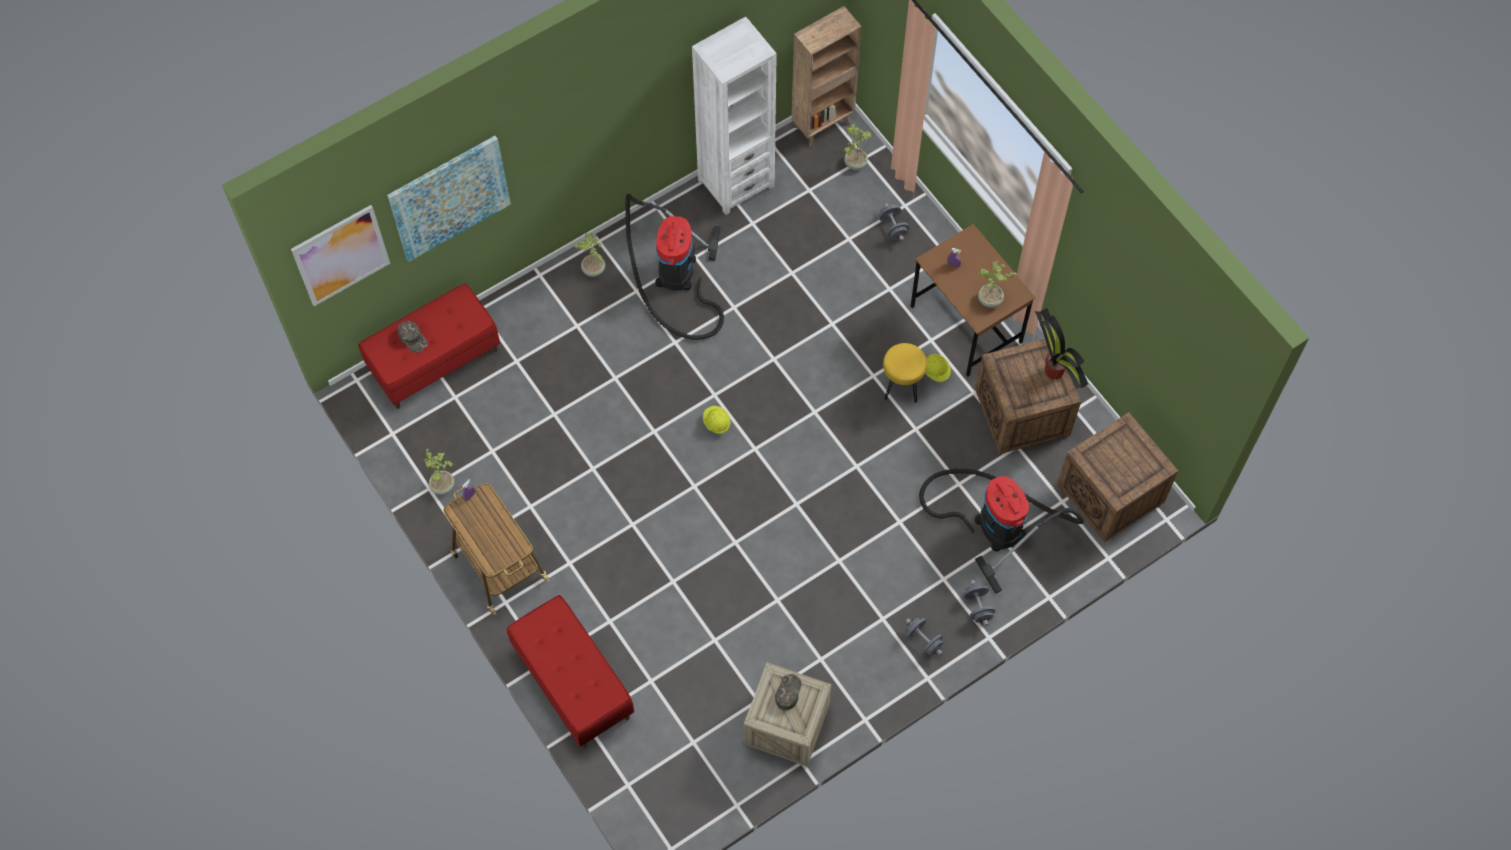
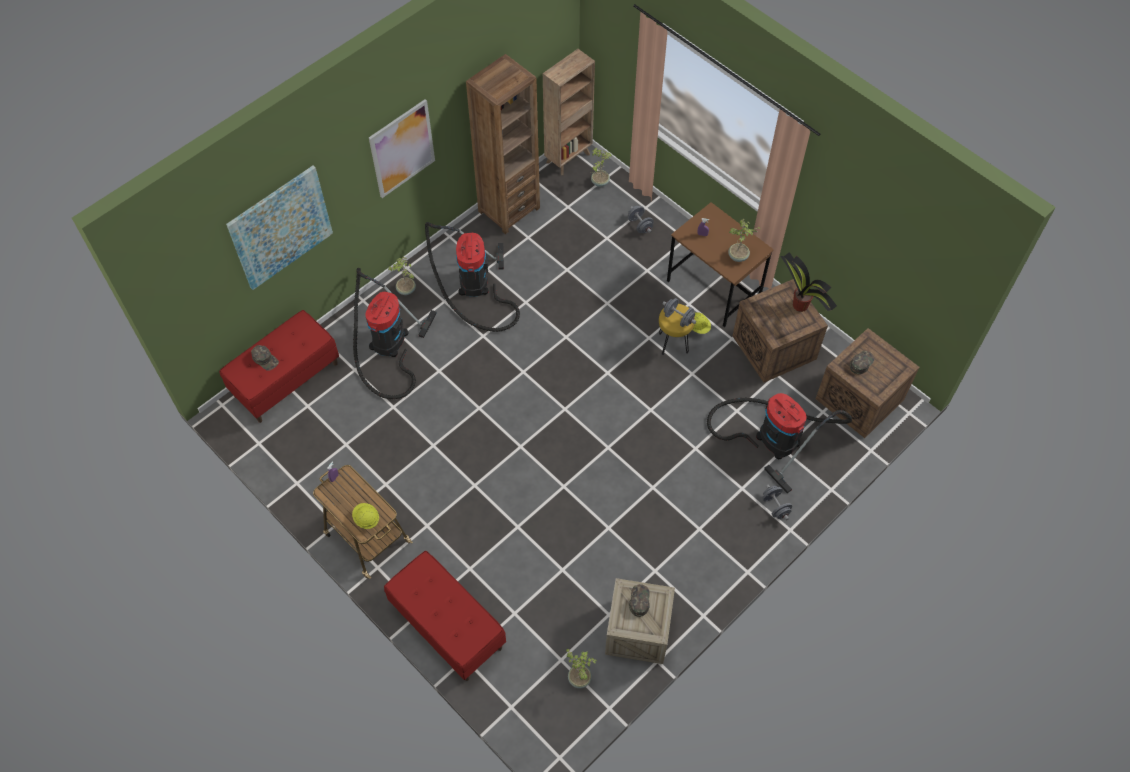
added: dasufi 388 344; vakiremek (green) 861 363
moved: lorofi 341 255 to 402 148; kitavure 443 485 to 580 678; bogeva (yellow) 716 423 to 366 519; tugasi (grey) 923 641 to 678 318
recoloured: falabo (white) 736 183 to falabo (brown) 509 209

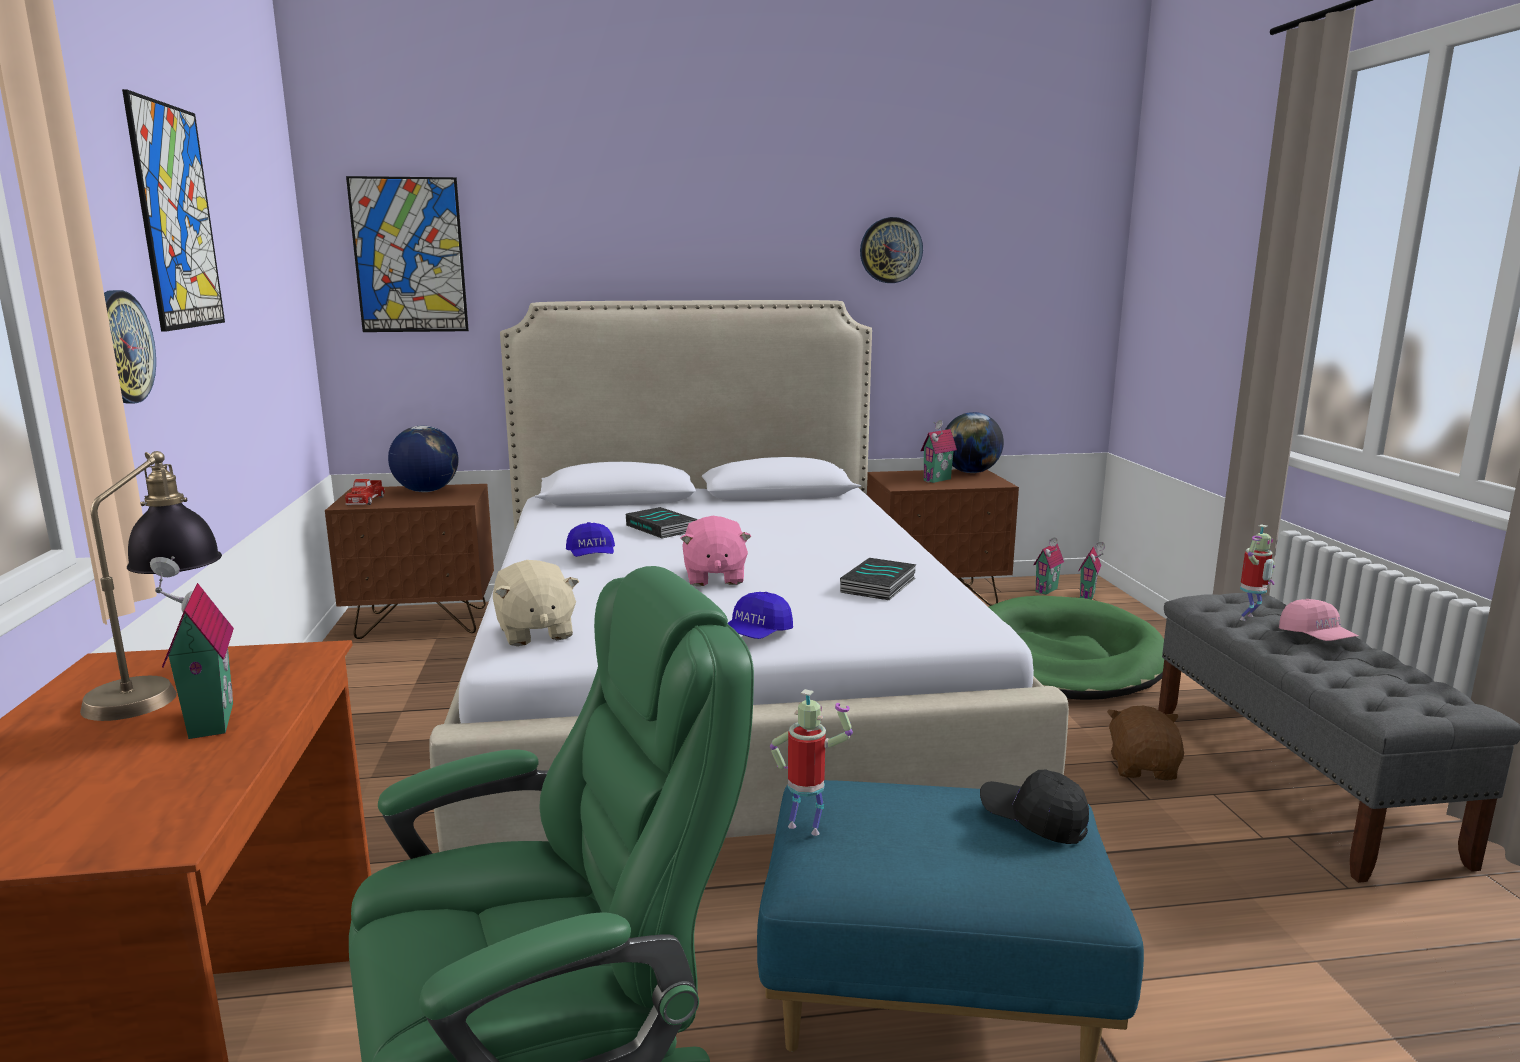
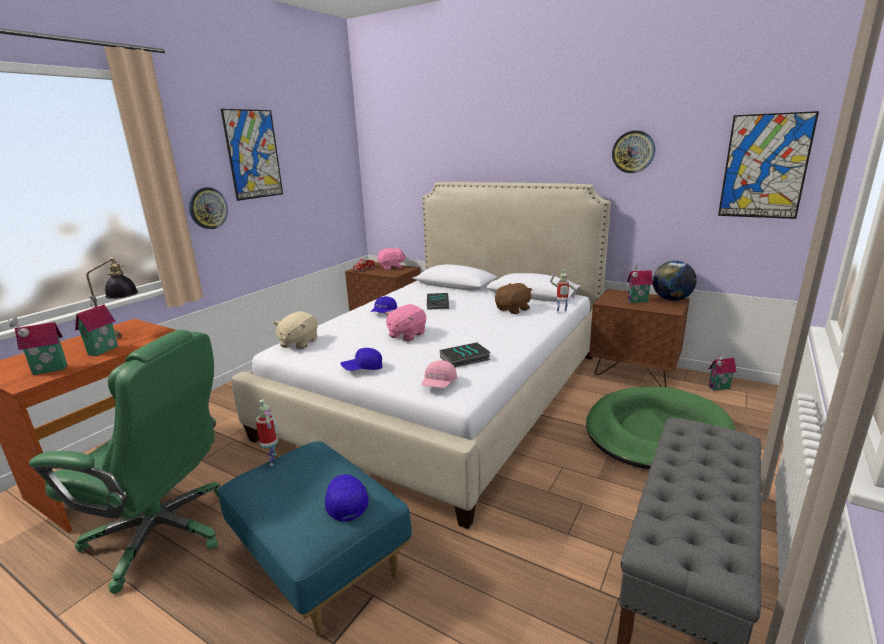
moved: lorofi 409 255 to 765 166; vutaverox 1089 596 to 49 370; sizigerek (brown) 1143 768 to 513 309; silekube 1249 619 to 561 312; vakiremek (pink) 1316 638 to 439 384
replaced: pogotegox 426 491 to sizigerek (pink) 391 267
recoloured: vakiremek (black) 1033 821 to vakiremek (blue) 346 502

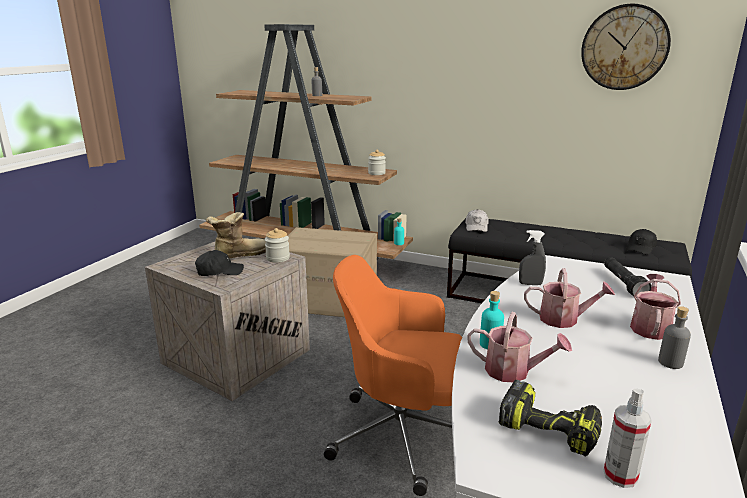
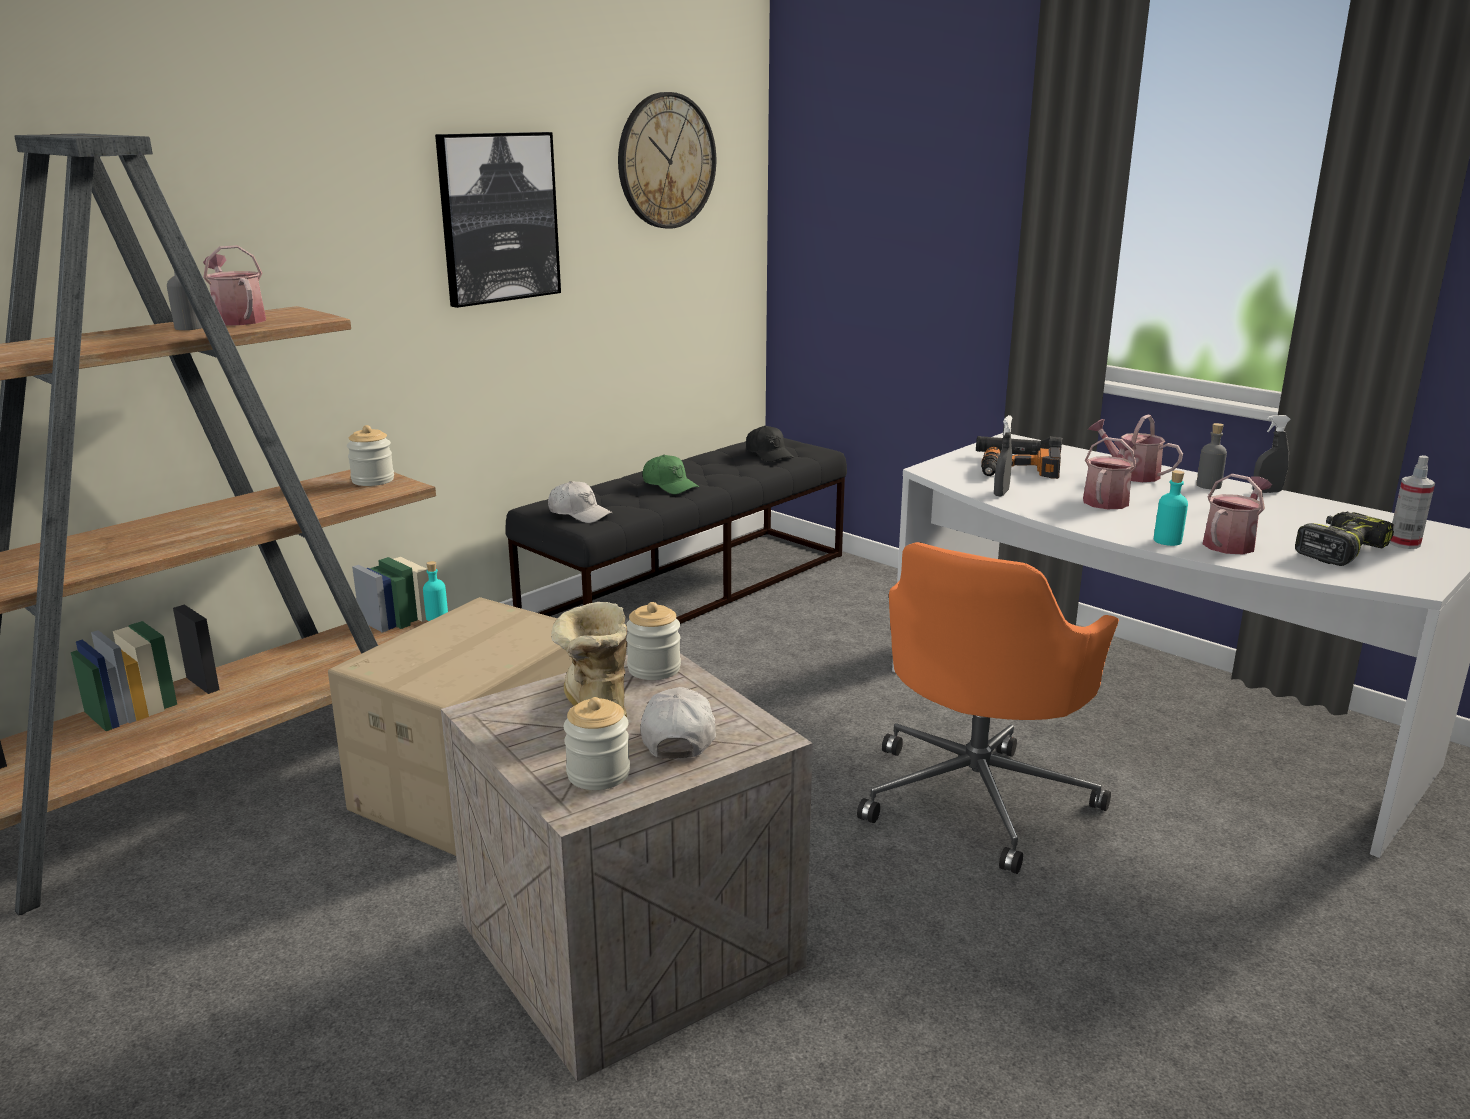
added: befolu 237 319; lorofi 498 218; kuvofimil 598 774; vakiremek (green) 670 485; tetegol 1019 473; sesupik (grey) 1266 491
recoloured: vakiremek (black) 219 271 to vakiremek (white) 679 736

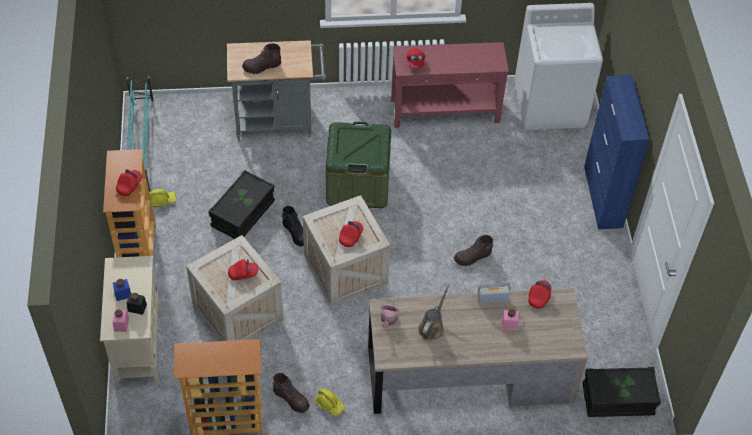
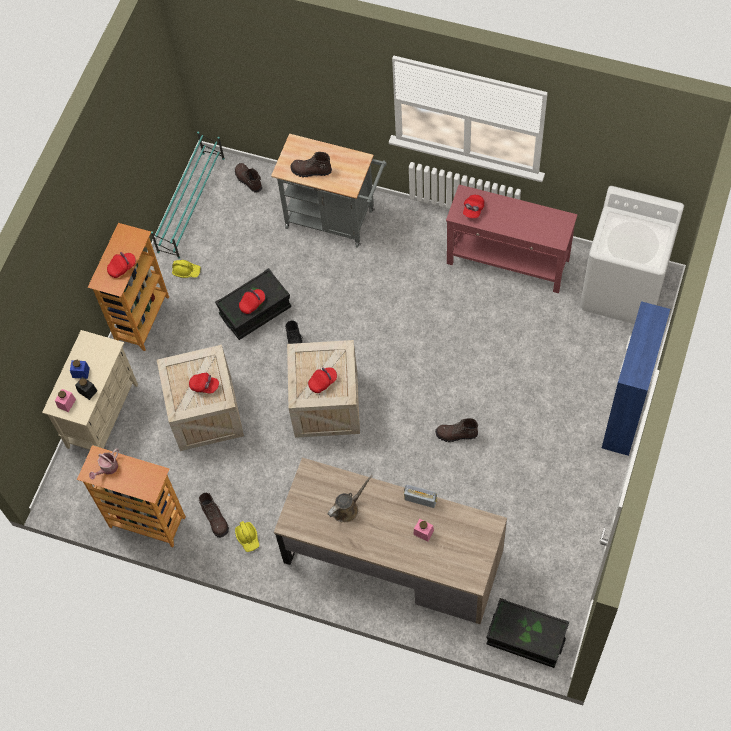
removed: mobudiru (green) 358 183
added: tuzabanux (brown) 248 180
moved: befolu 388 320 to 107 468; vakiremek (red) 539 297 to 252 303

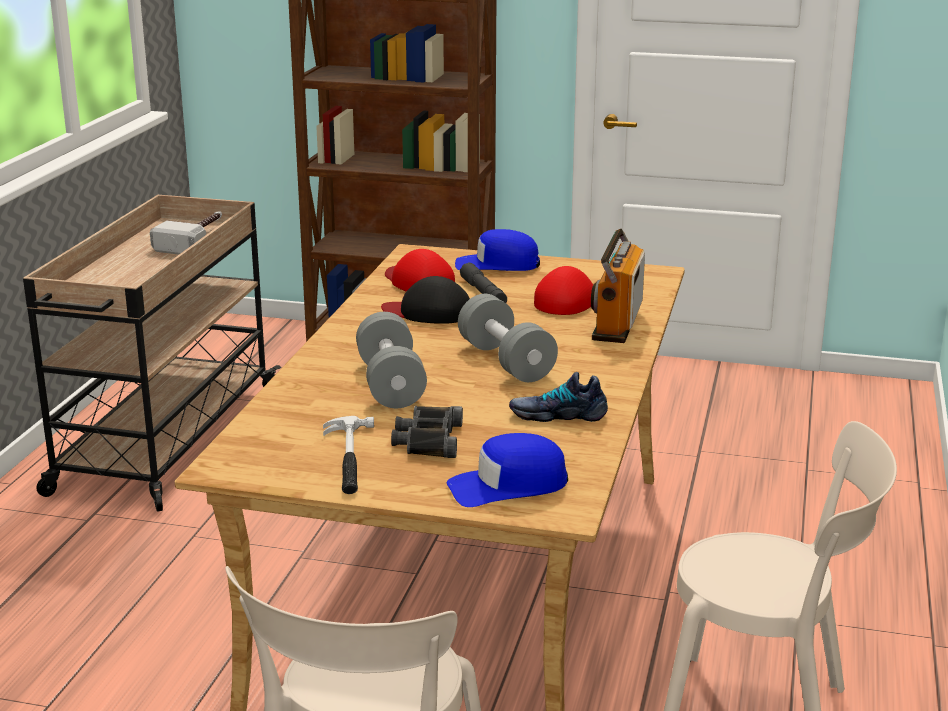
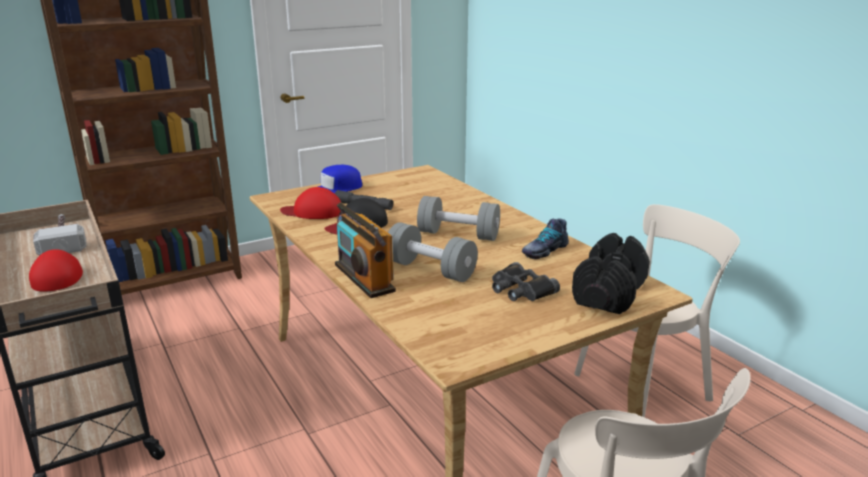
removed: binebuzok 348 459
moved: vakiremek (red) 568 300 to 58 276; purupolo 615 323 to 364 278
replaced: vakiremek (blue) 508 485 to tugasi (black) 609 293

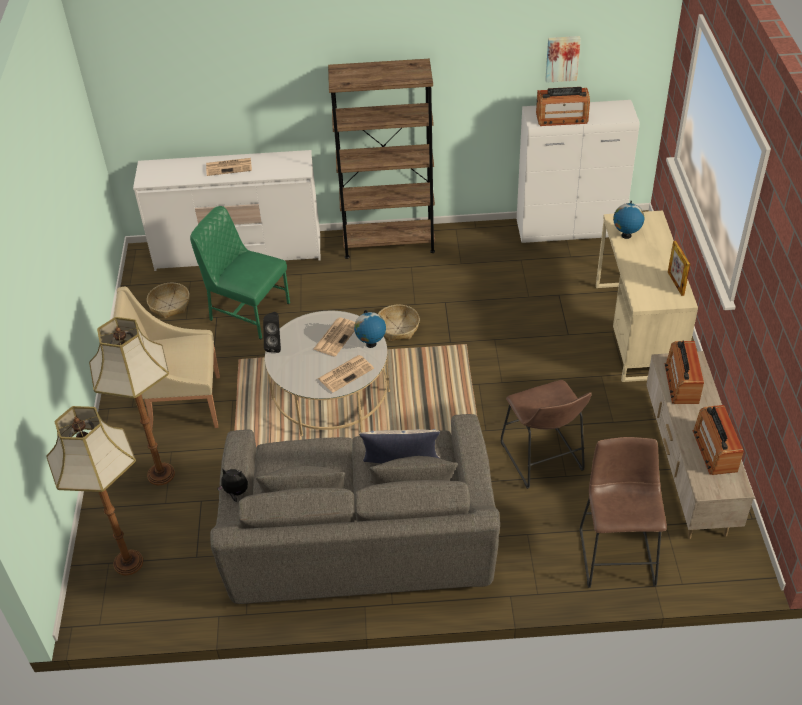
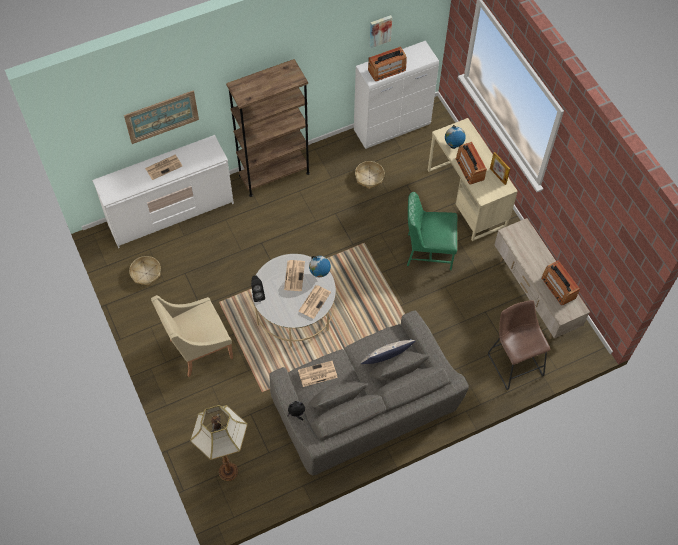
removed: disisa 160 474; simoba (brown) 543 460
added: lorofi 162 116; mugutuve 317 374
moved: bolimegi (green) 248 311 to 428 251; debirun 397 328 to 369 177; purupolo 681 383 to 469 169

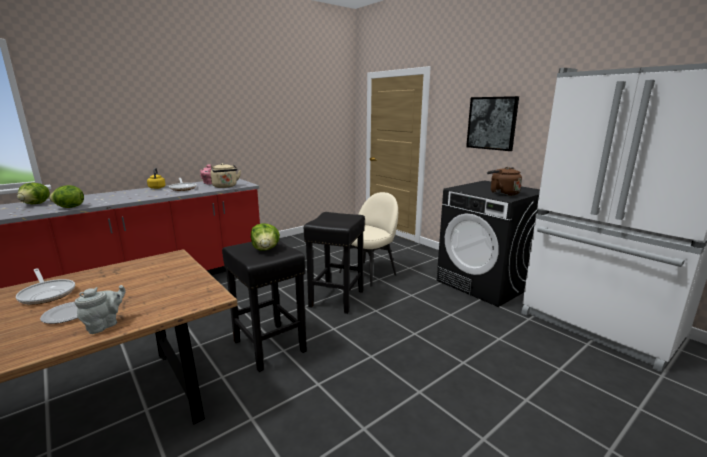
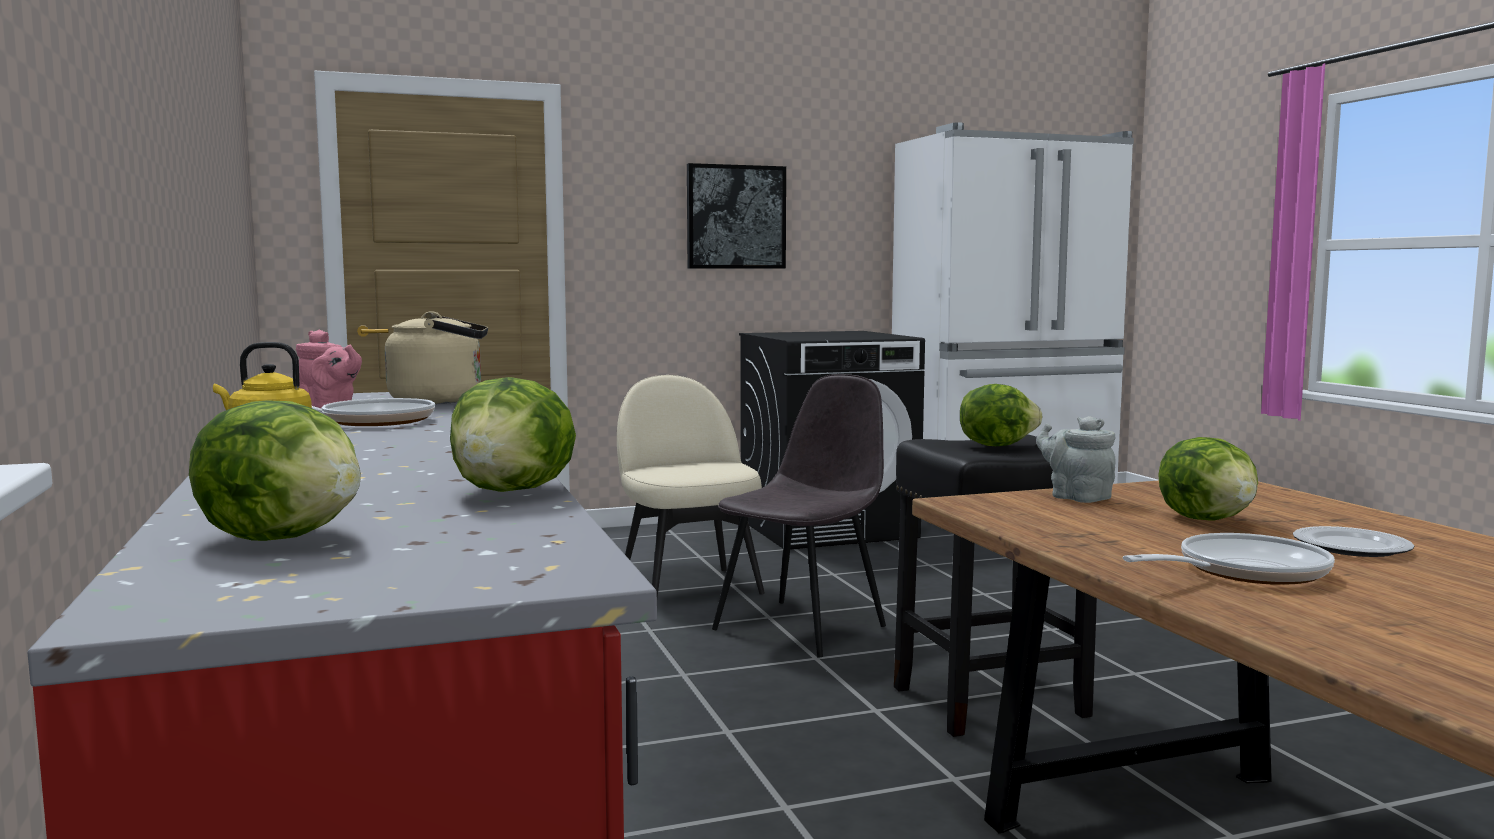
removed: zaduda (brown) 502 194
added: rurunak 1208 519
moved: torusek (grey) 104 325 to 1076 497
replaced: simoba (black) 336 299 to bolimegi (grey) 802 627

